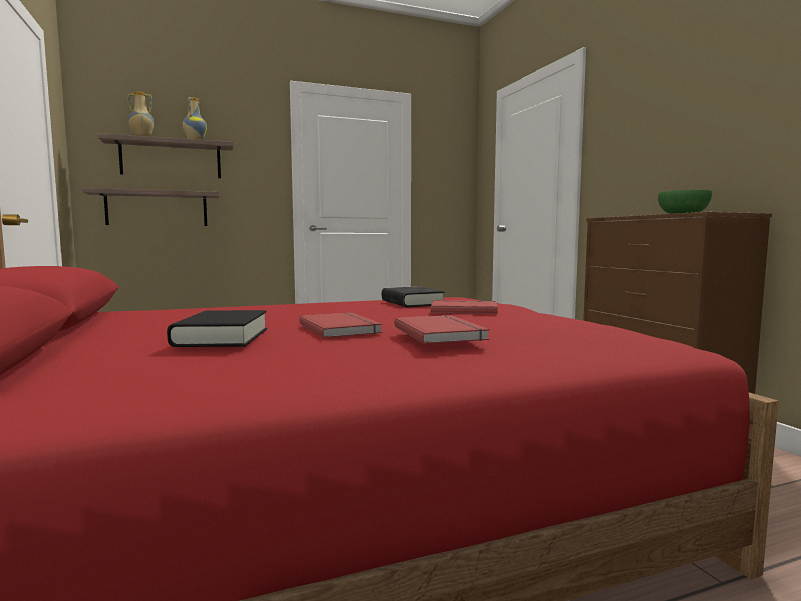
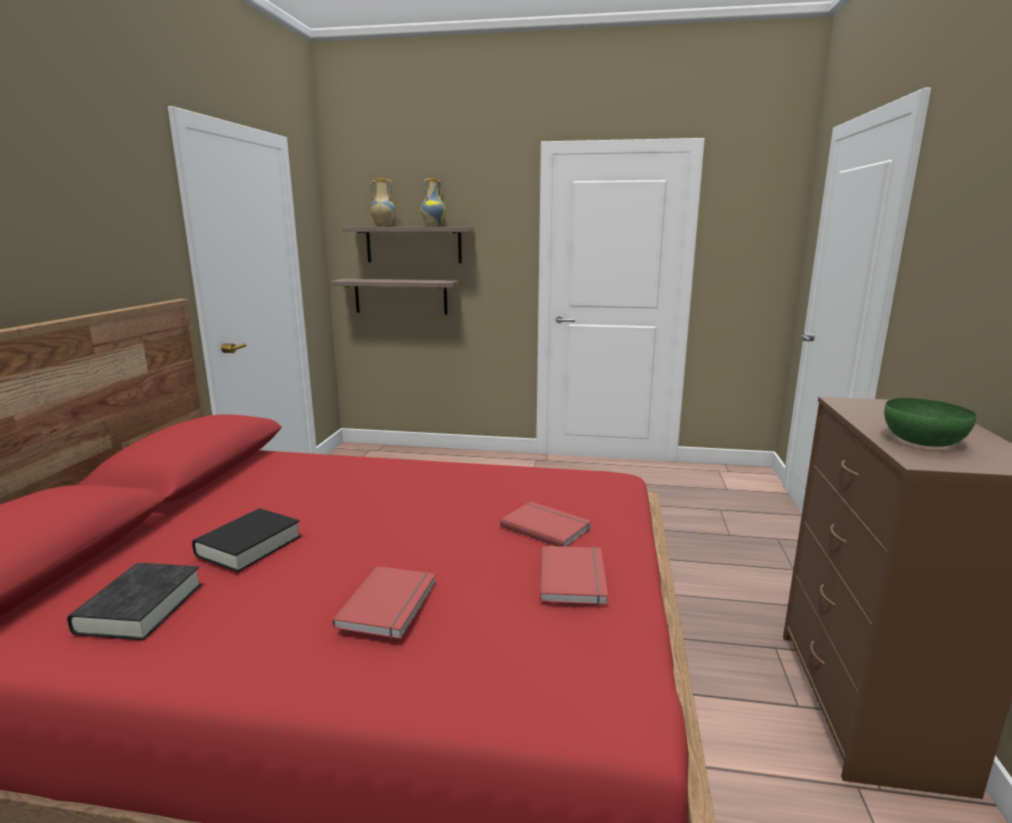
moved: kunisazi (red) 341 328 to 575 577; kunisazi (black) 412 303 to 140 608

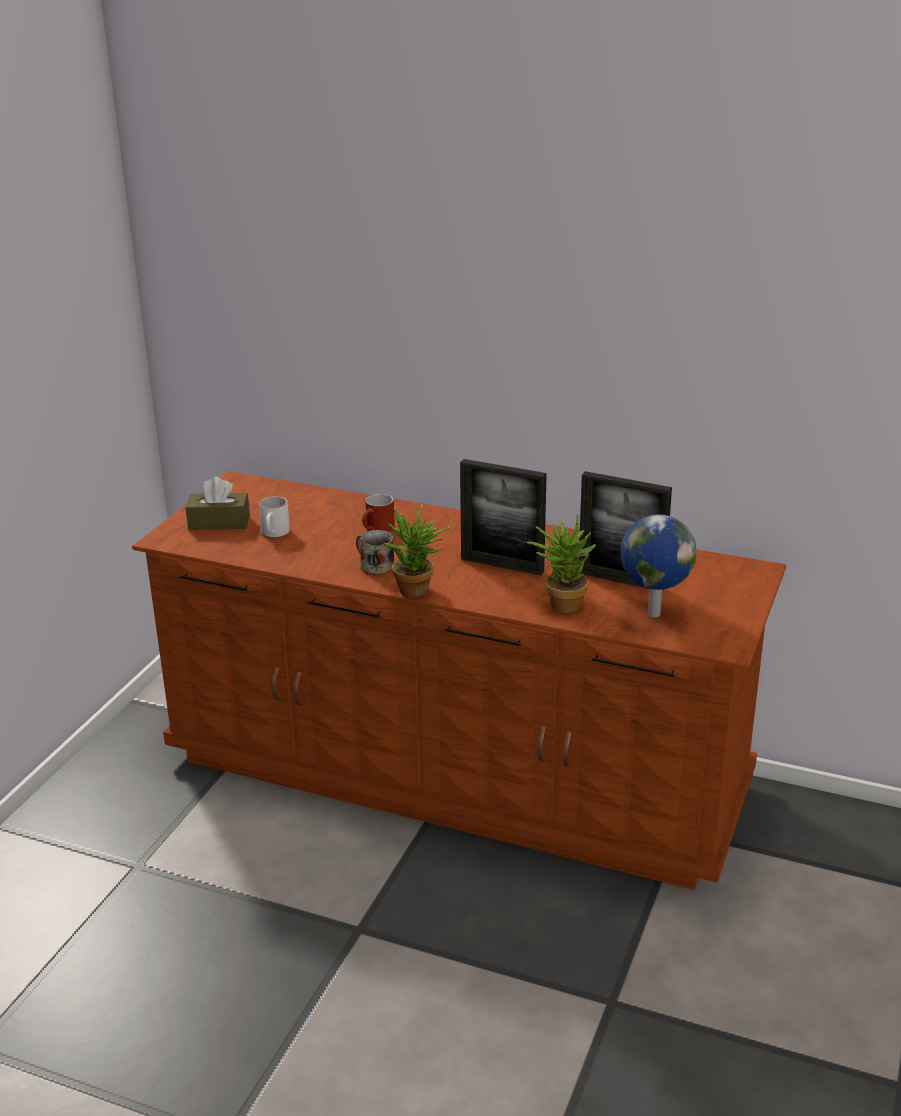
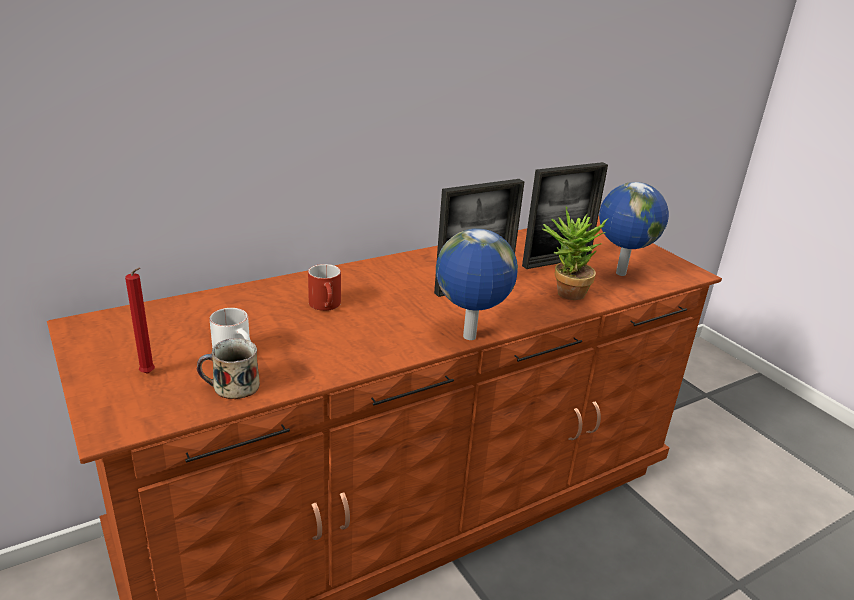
moved: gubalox 375 566 to 233 386
replaced: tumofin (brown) 219 522 to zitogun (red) 149 374; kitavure 418 592 to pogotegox 469 337

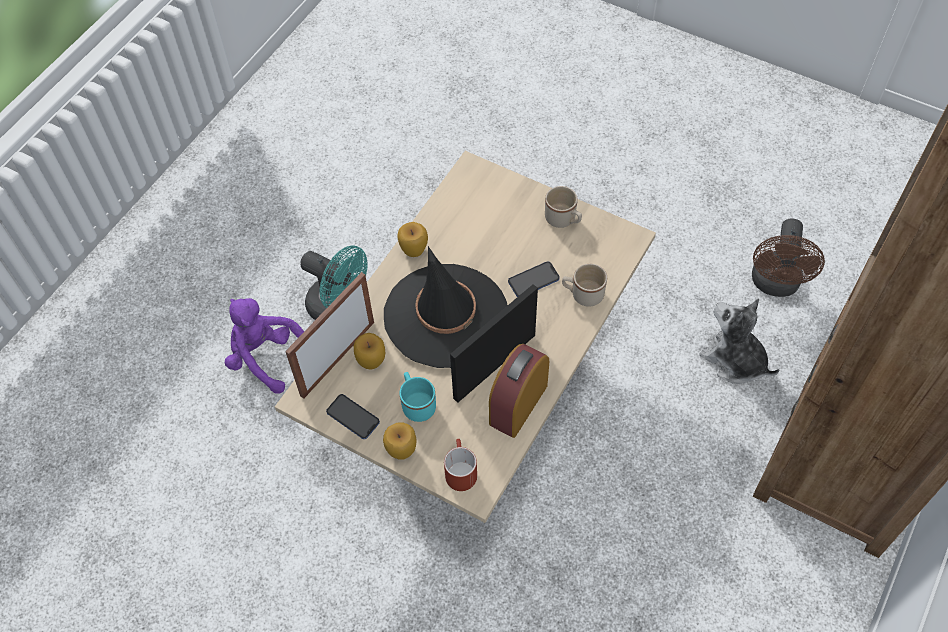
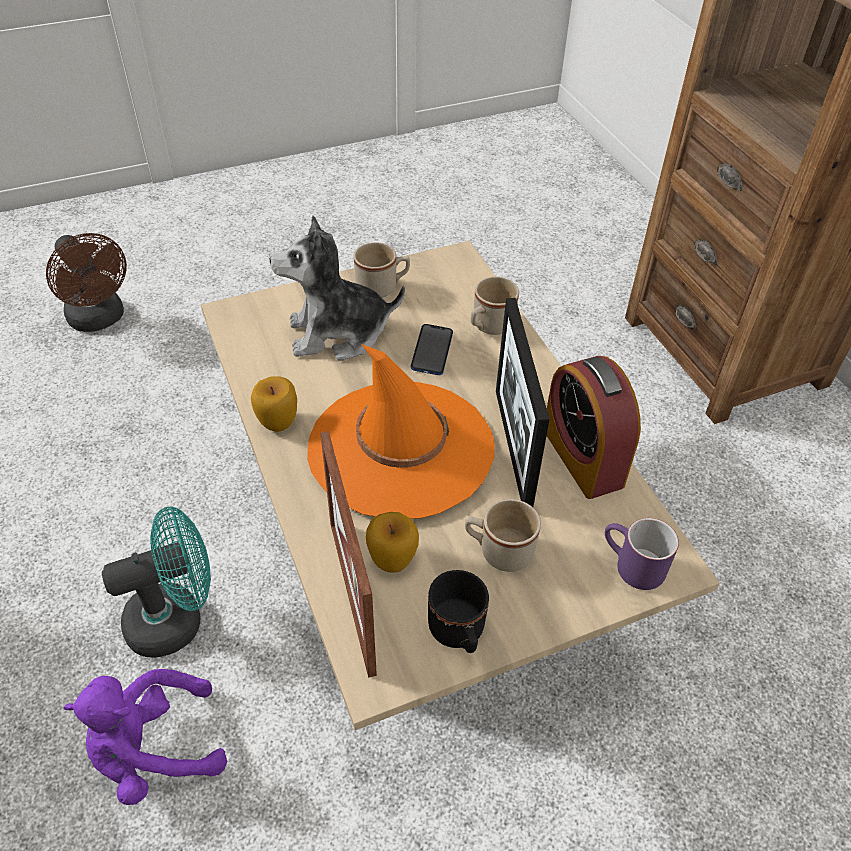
removed: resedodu 401 450
moved: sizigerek 734 360 to 338 334; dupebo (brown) 775 284 to 100 319
replaced: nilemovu 353 417 to gubalox (black) 458 633
recoloured: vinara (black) 446 315 to vinara (orange) 400 448; gubalox (turquoise) 417 403 to gubalox (beige) 498 550; gubalox (red) 459 470 to gubalox (purple) 631 565

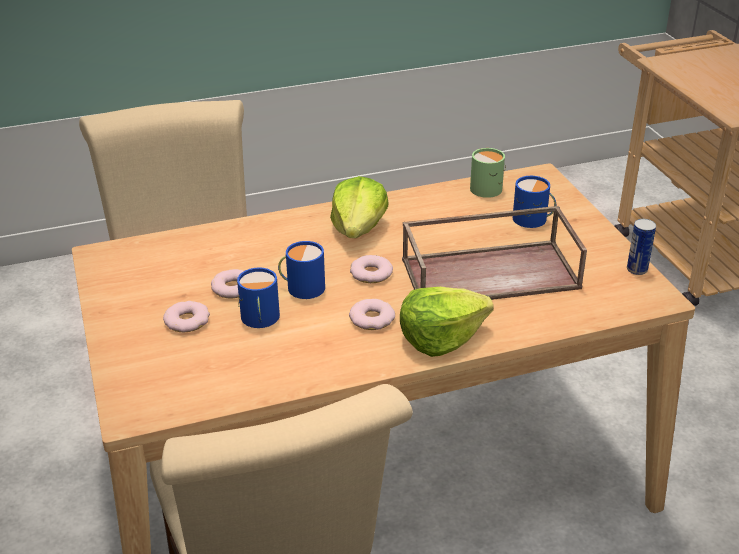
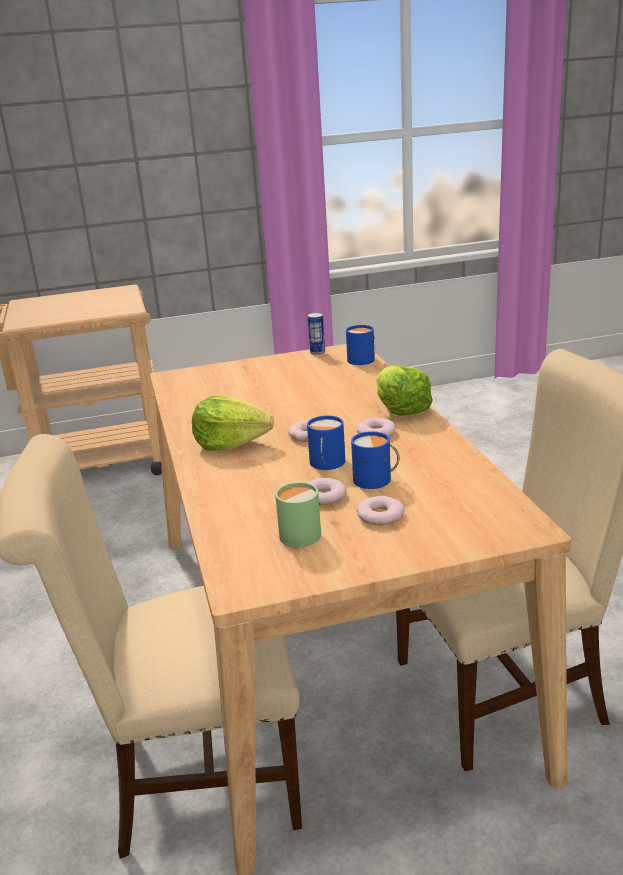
removed: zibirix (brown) 491 272
moved: gubalox (green) 489 188 to 297 533; gubalox (blue) 533 219 to 362 359

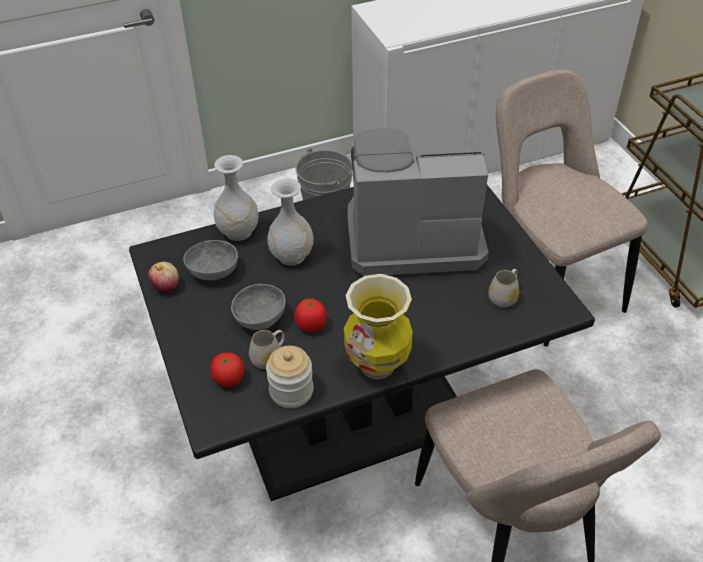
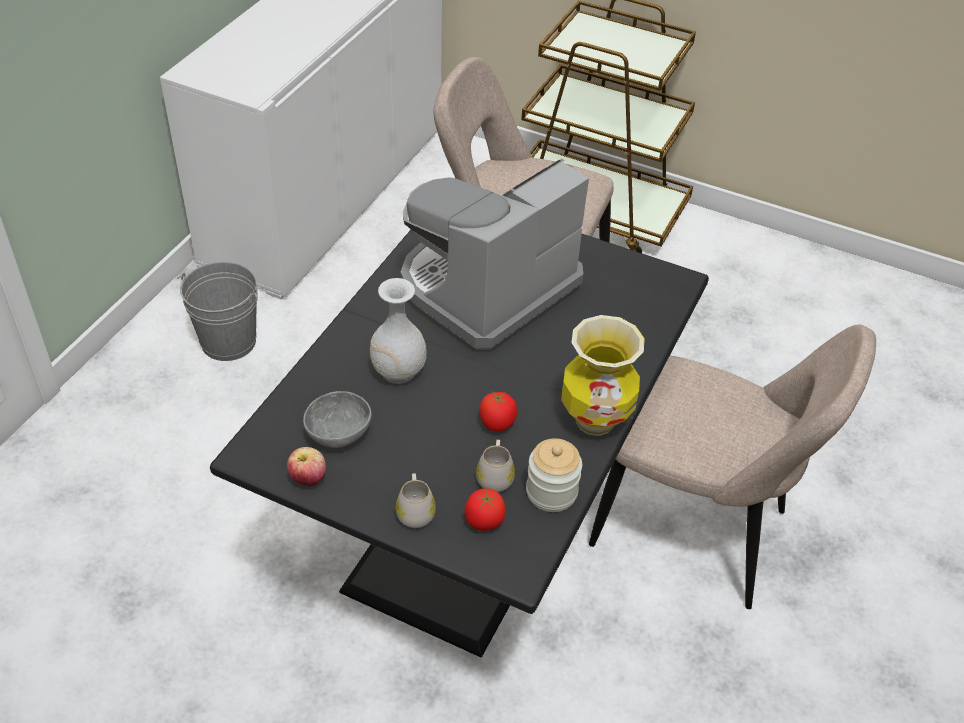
removed: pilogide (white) 238 232; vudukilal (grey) 259 318
moved: gubalox (white) 504 296 to 415 511

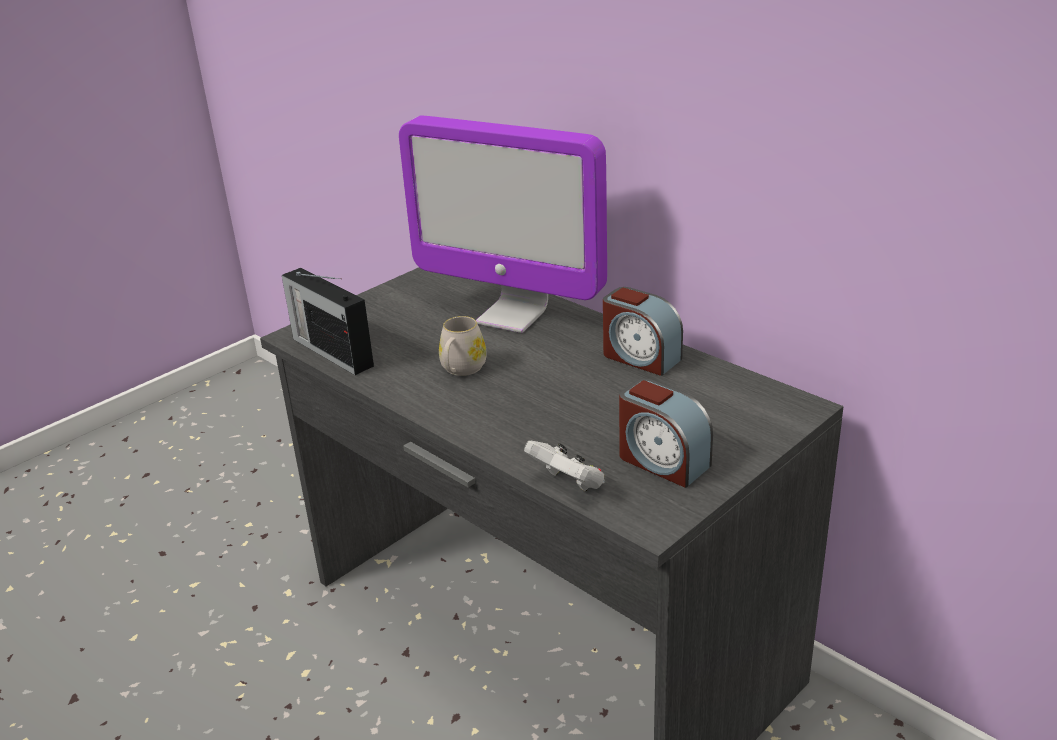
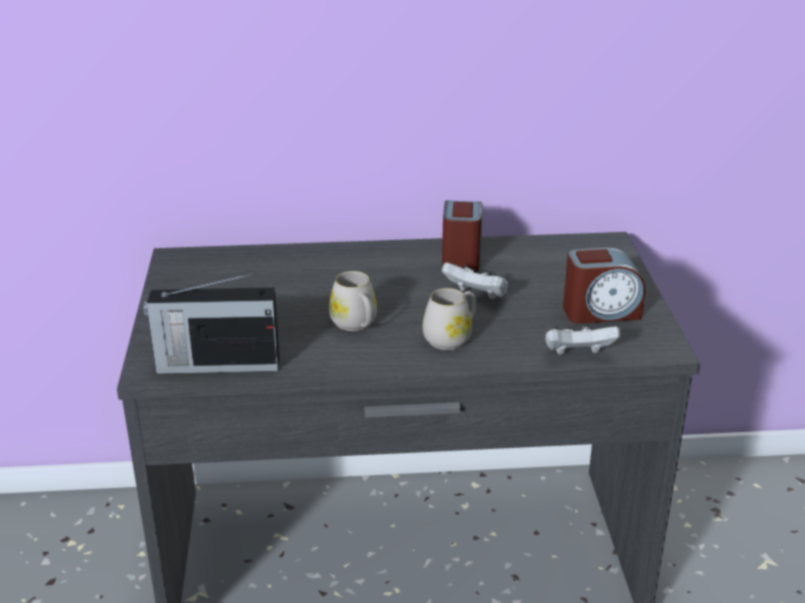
removed: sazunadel 512 316
added: gubalox (white) 451 337; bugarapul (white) 476 296
turned: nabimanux 640 357 = 461 257 75 degrees counterclockwise

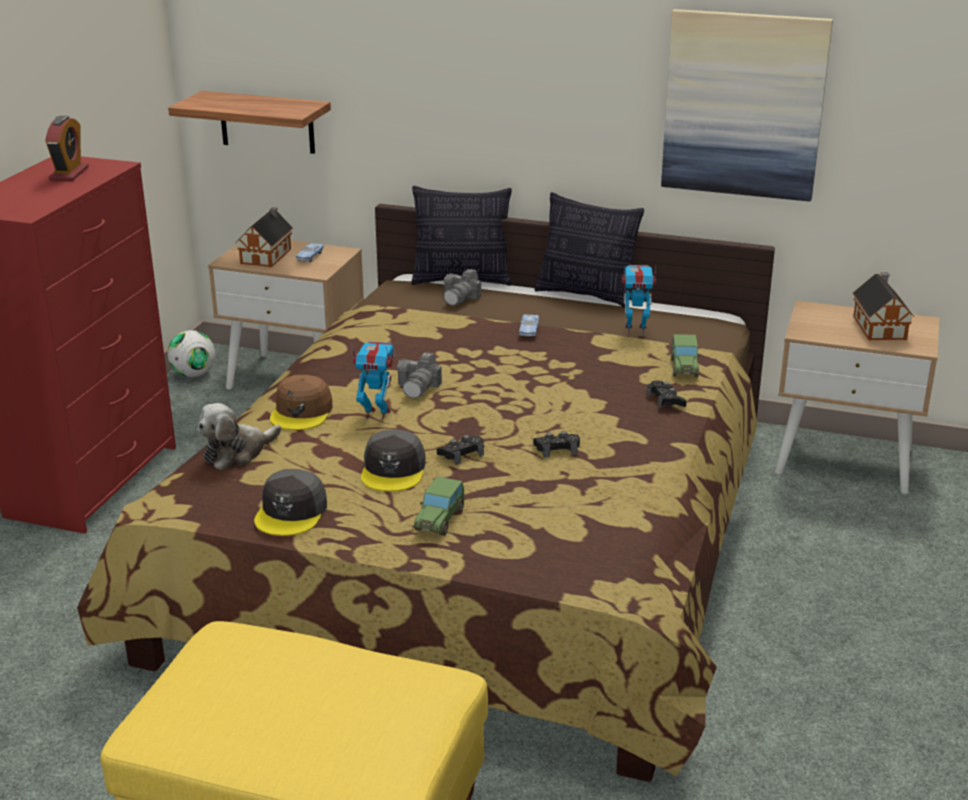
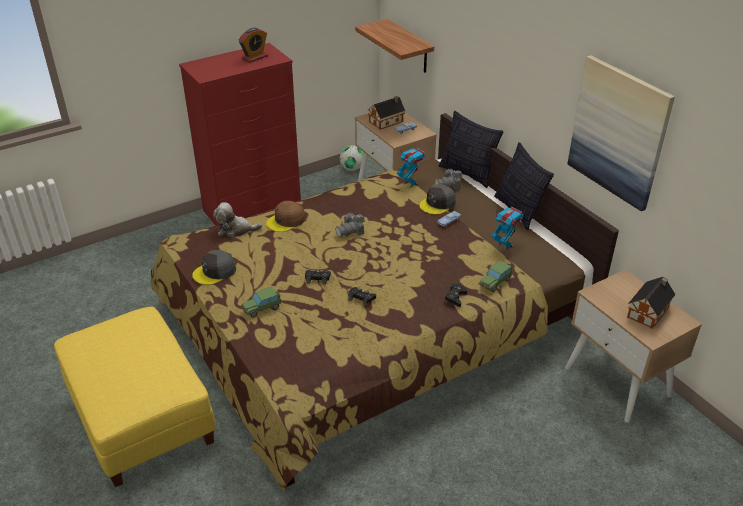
moved: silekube 376 414 to 410 184; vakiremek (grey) 394 470 to 437 204

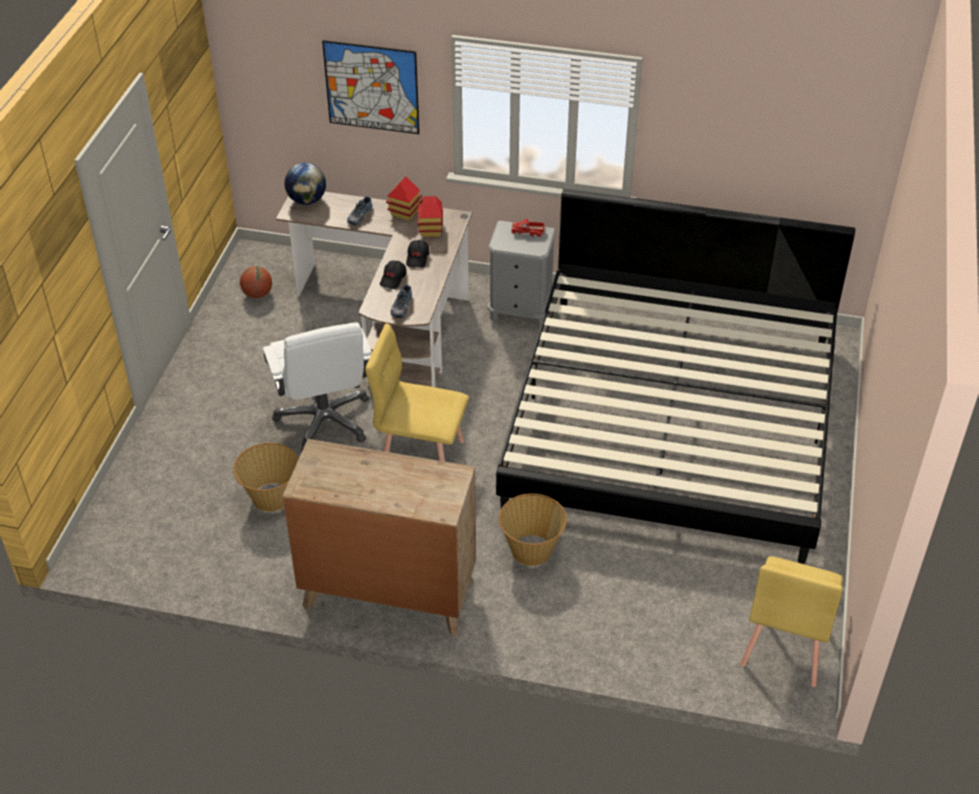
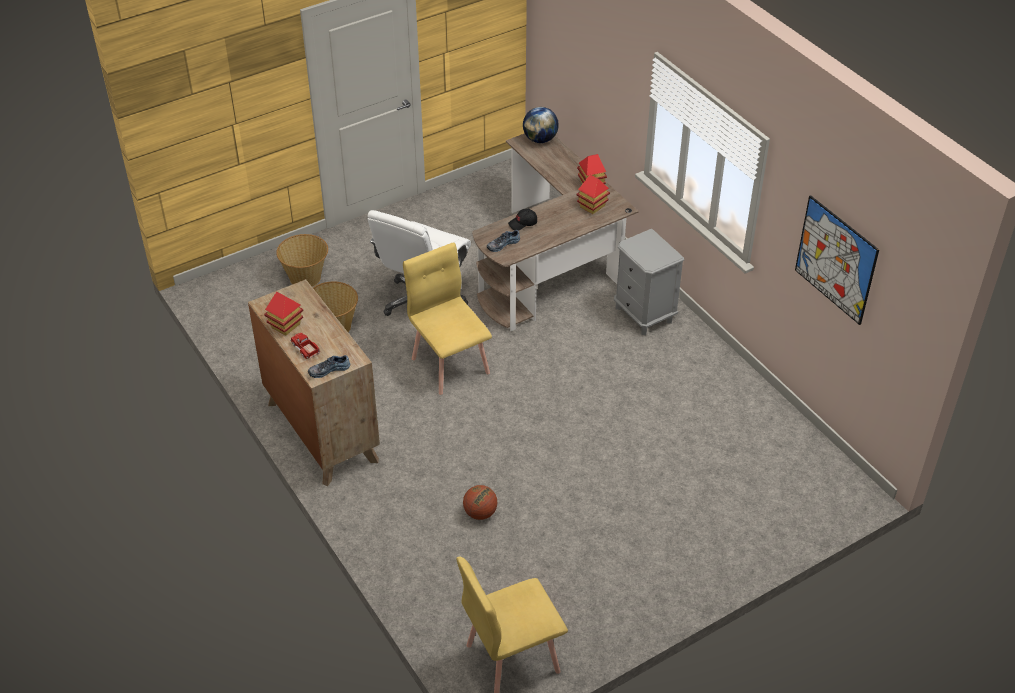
removed: vakiremek (black) 418 258; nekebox 672 421
added: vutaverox 285 326
moved: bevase 257 294 to 480 513; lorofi 372 87 to 835 260; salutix 359 215 to 329 369; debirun 531 549 to 306 278; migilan 527 232 to 305 348

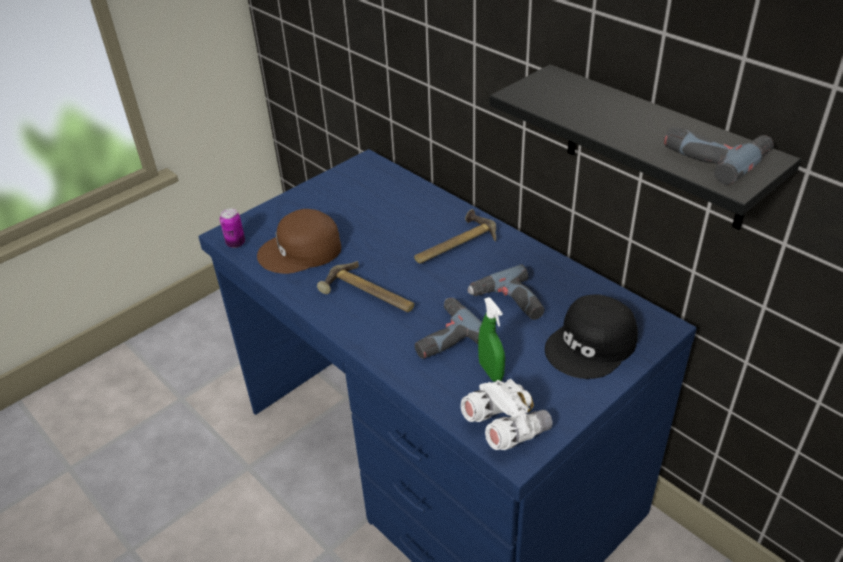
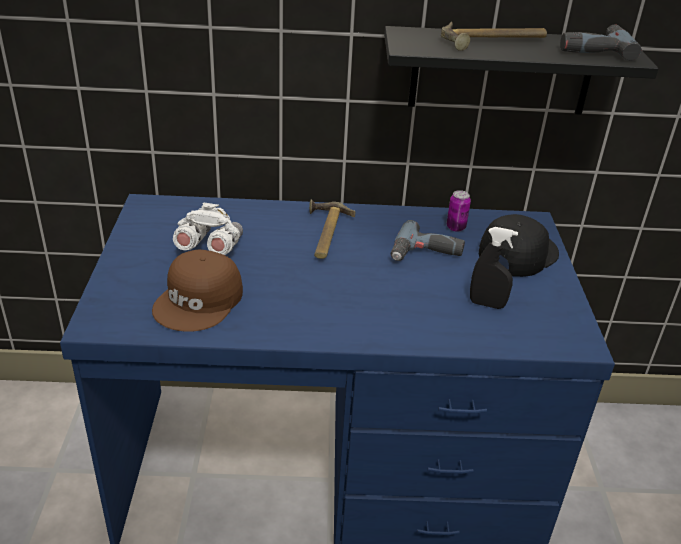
removed: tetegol 443 335
moved: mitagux 235 243 to 456 227; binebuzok 368 296 to 494 42; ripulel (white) 504 427 to 209 248
recoloured: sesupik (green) 491 371 to sesupik (black) 487 304
turned: vakiremek (black) 592 345 = 517 253 135 degrees counterclockwise

